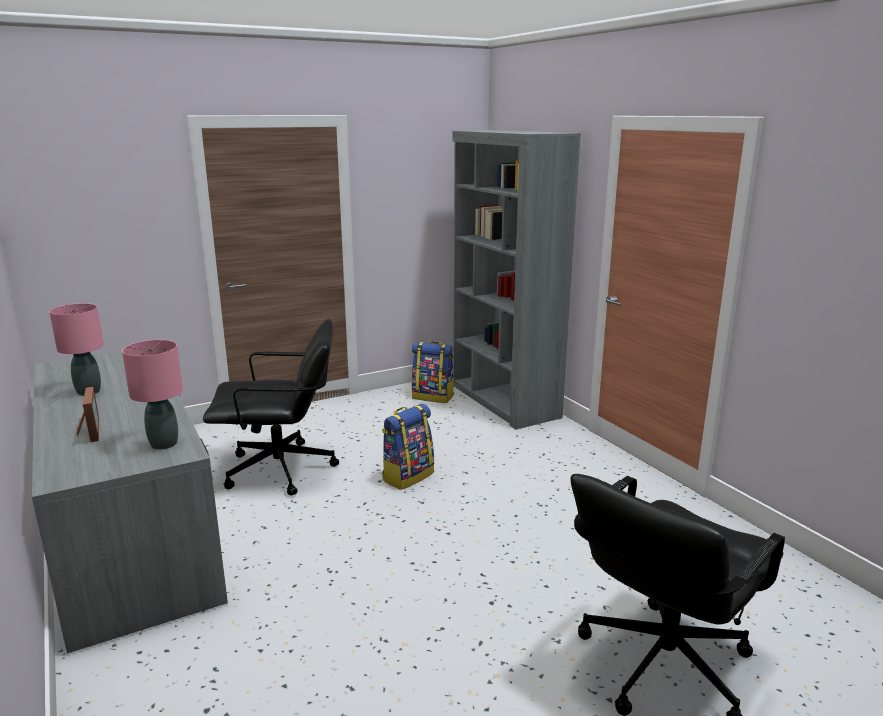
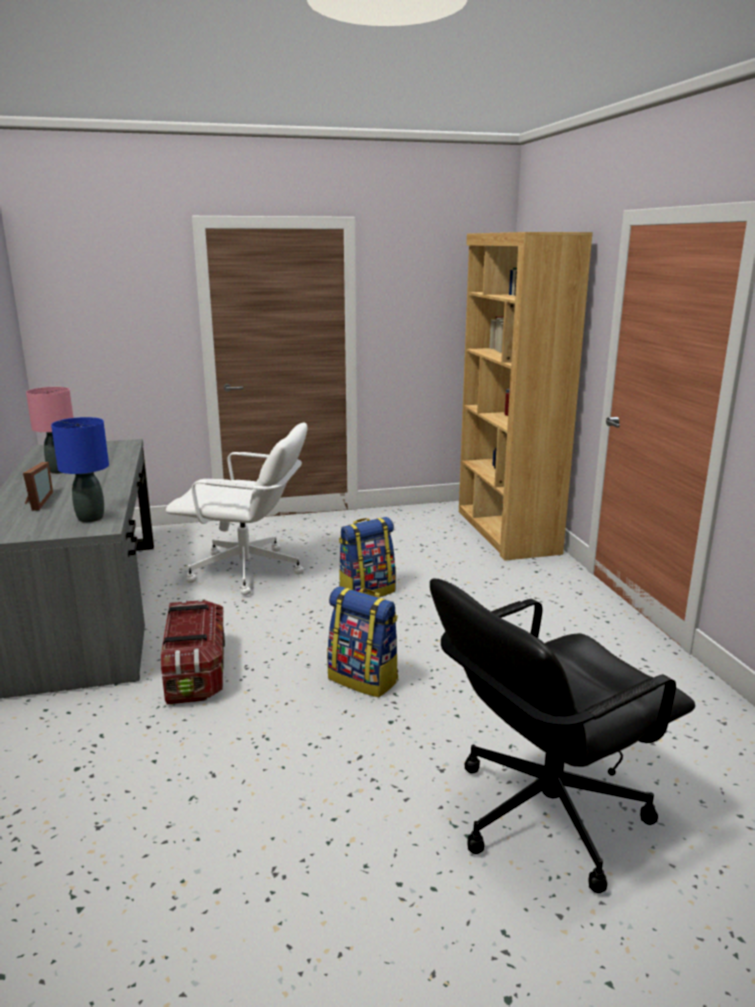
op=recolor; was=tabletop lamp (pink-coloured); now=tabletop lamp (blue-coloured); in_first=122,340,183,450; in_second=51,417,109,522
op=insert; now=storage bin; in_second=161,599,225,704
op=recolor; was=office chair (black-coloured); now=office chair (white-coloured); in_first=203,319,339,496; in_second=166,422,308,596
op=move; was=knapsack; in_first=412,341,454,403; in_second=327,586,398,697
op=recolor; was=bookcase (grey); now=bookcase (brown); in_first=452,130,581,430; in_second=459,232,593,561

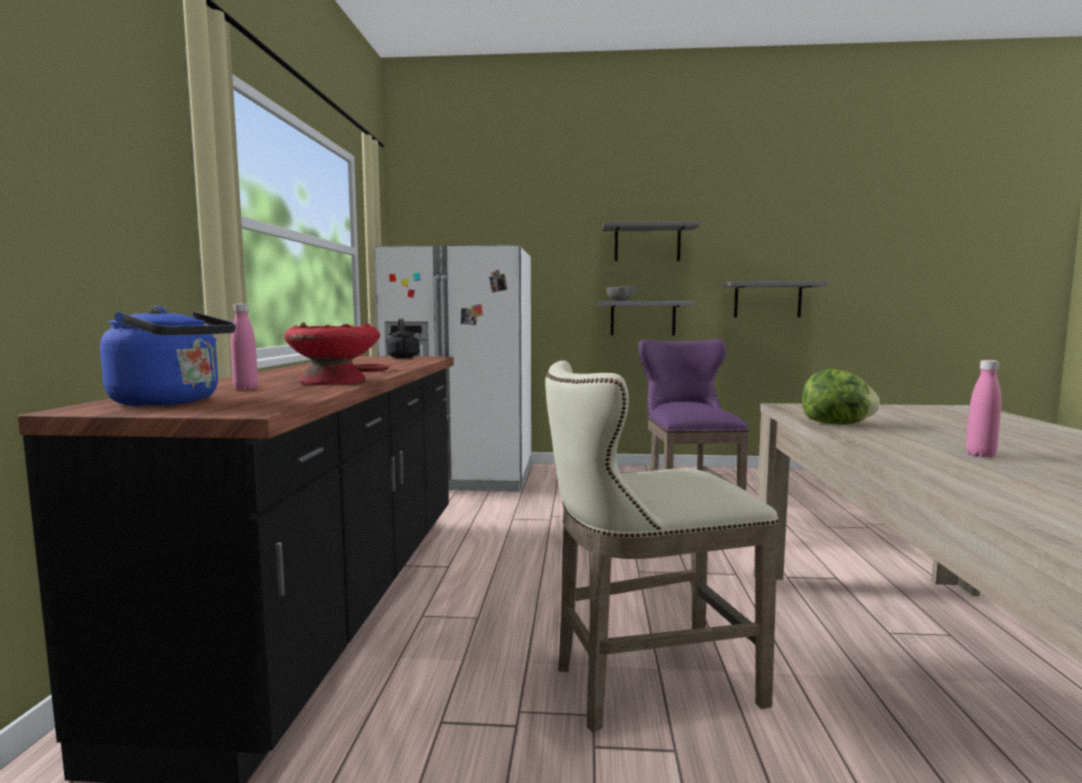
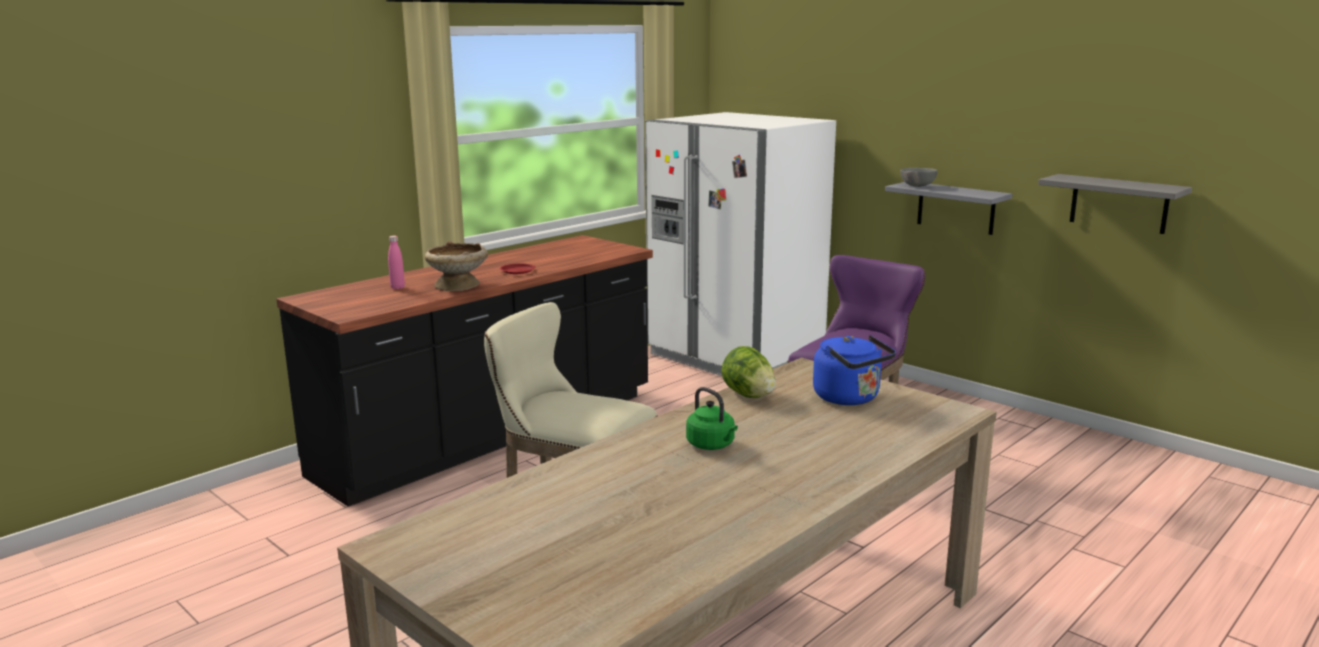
op=recolor; was=serving bowl (red-coloured); now=serving bowl (beige-coloured); in_first=284,322,380,385; in_second=425,241,488,291
op=replace; was=beverage bottle (pink-coloured); now=kettle (greenish); in_first=966,360,1002,457; in_second=686,387,738,450
op=move; was=kettle (blue-coloured); in_first=100,306,236,406; in_second=813,335,896,405
op=delete; was=kettle (black-coloured); in_first=387,318,419,358
op=delete; was=shelf (grey); in_first=602,221,700,261

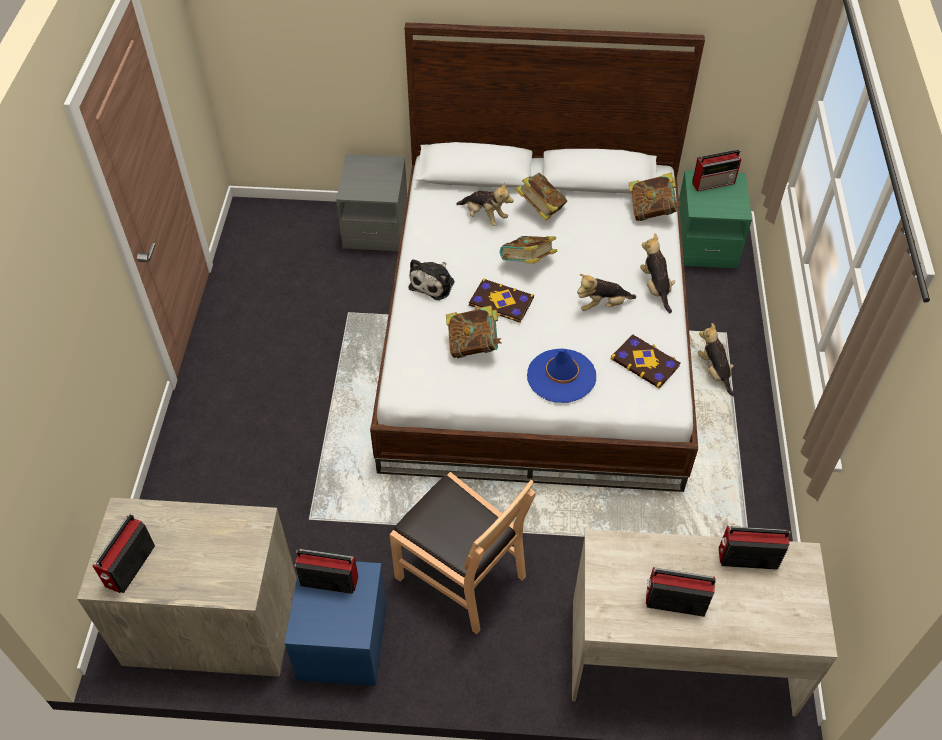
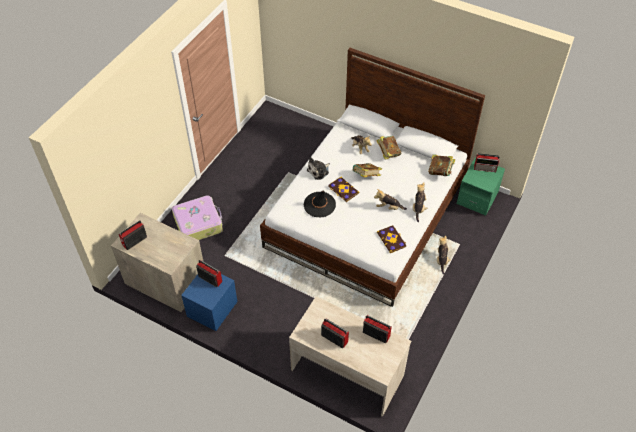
op=insert; now=travel case; in_second=172,195,223,240
op=replace; was=bound book; now=wearable hat (black-coloured); in_first=446,306,502,358; in_second=304,190,336,217
op=delete; was=nightstand (grey); in_first=336,154,407,251
op=delete; was=chair (brown); in_first=390,472,536,634
op=delete; was=wearable hat (blue-coloured); in_first=527,349,596,403

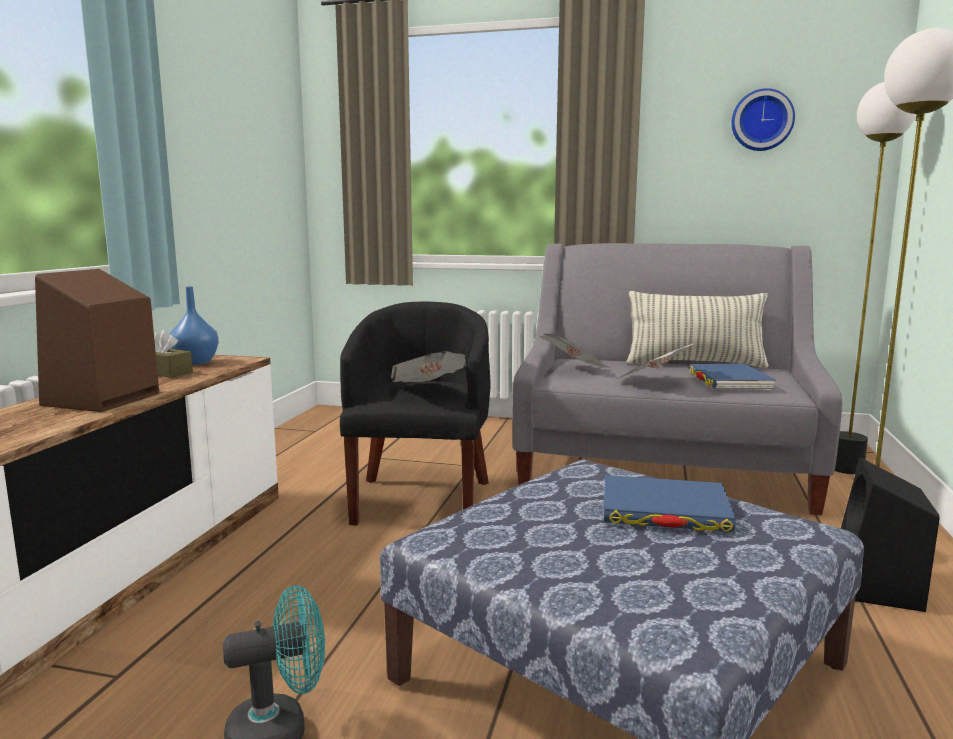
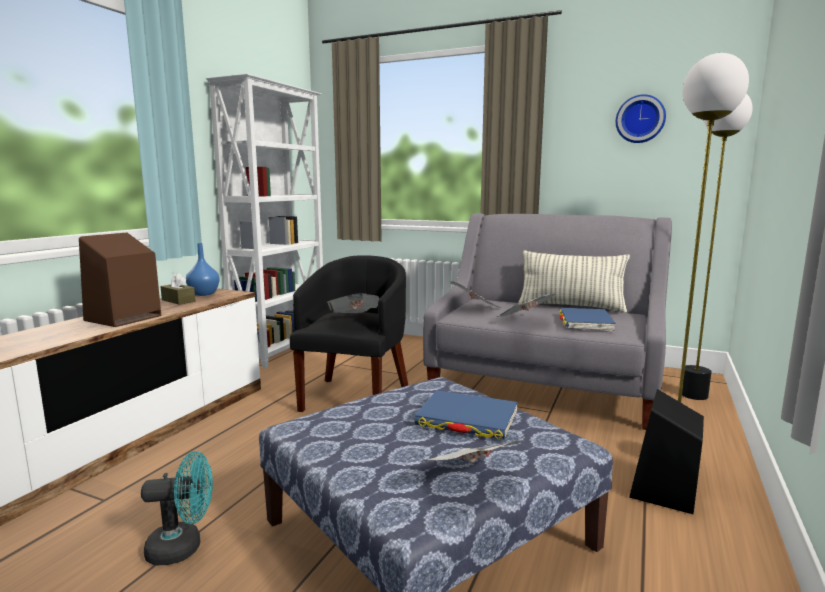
op=insert; now=bookcase (white-coloured); in_second=206,74,323,368
op=insert; now=printed paper; in_second=420,440,526,463

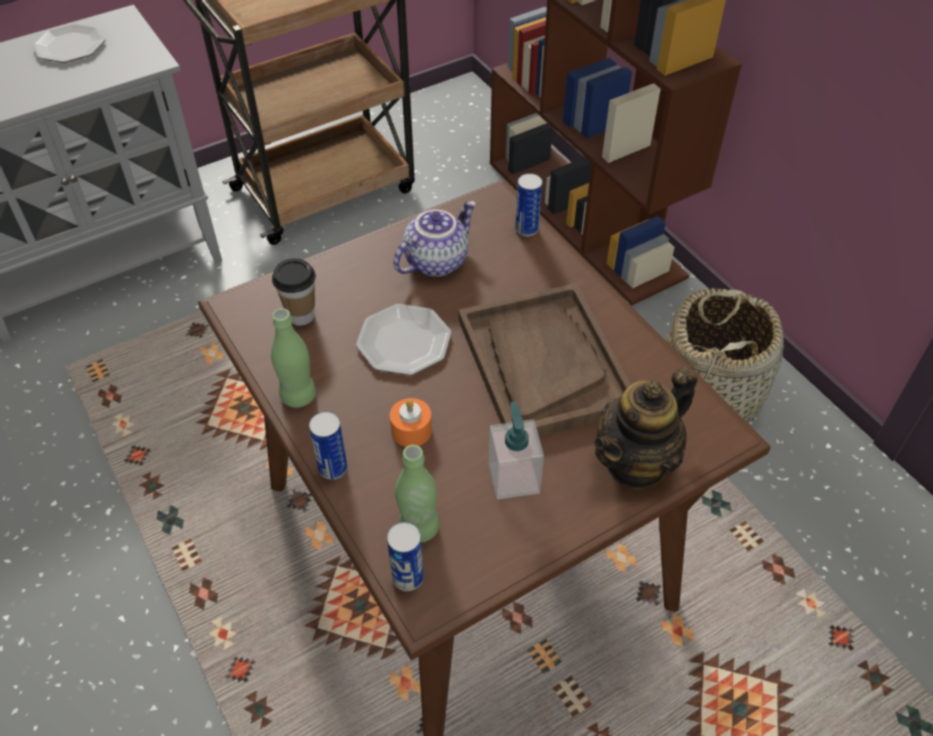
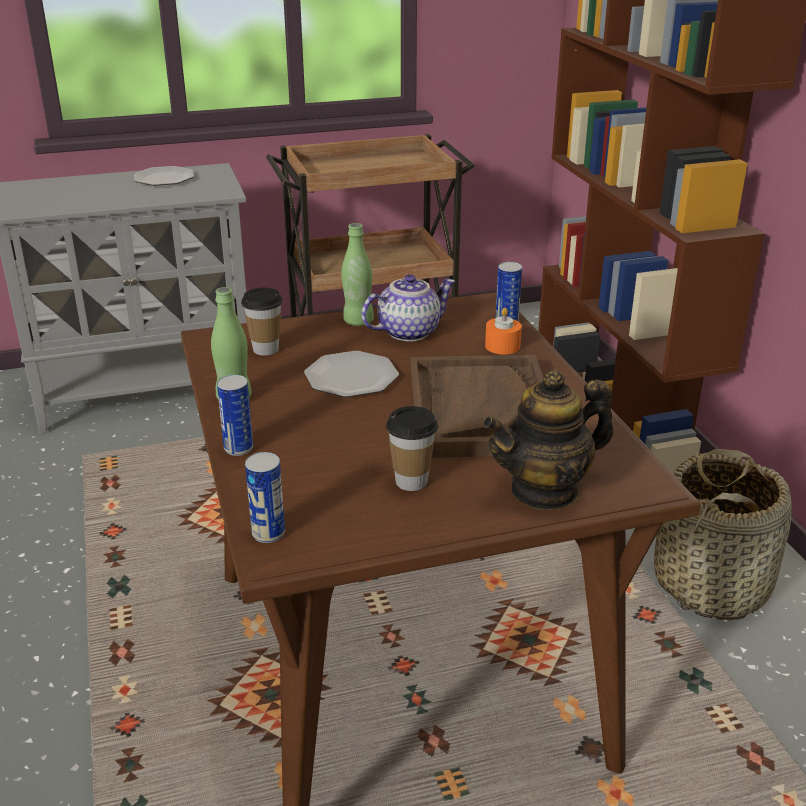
op=move; was=beverage bottle (greenish); in_first=395,445,439,543; in_second=341,223,374,326
op=replace; was=soap bottle; now=cup; in_first=489,402,544,499; in_second=386,406,438,491
op=move; was=wax light (orangey); in_first=390,398,432,447; in_second=485,308,522,354

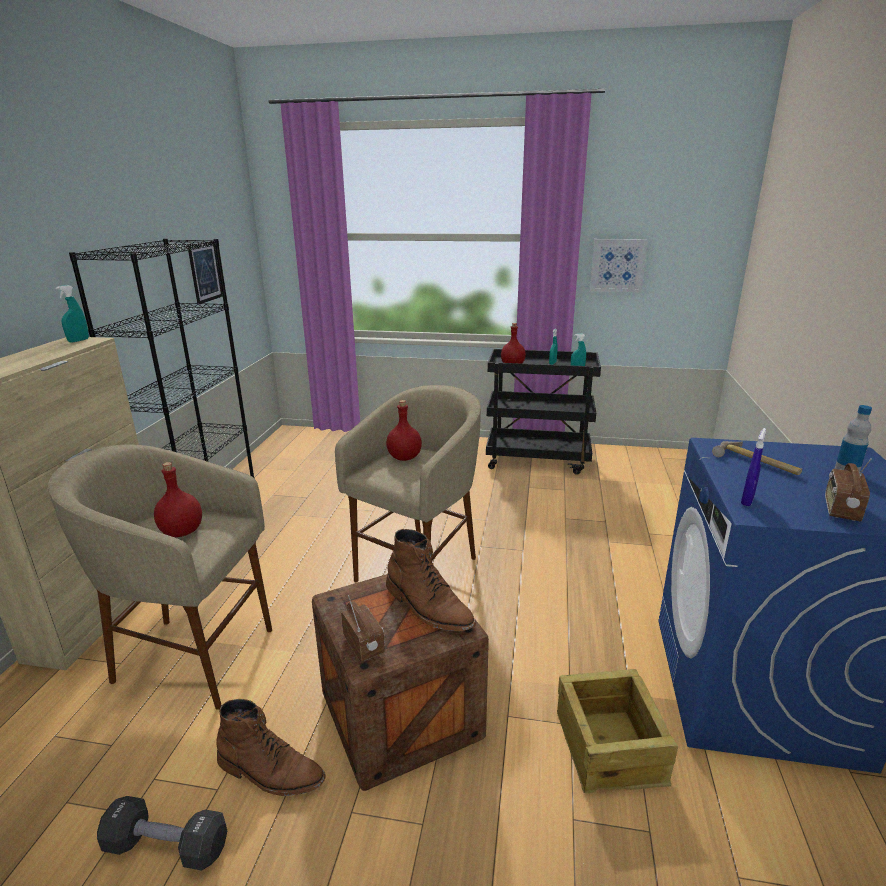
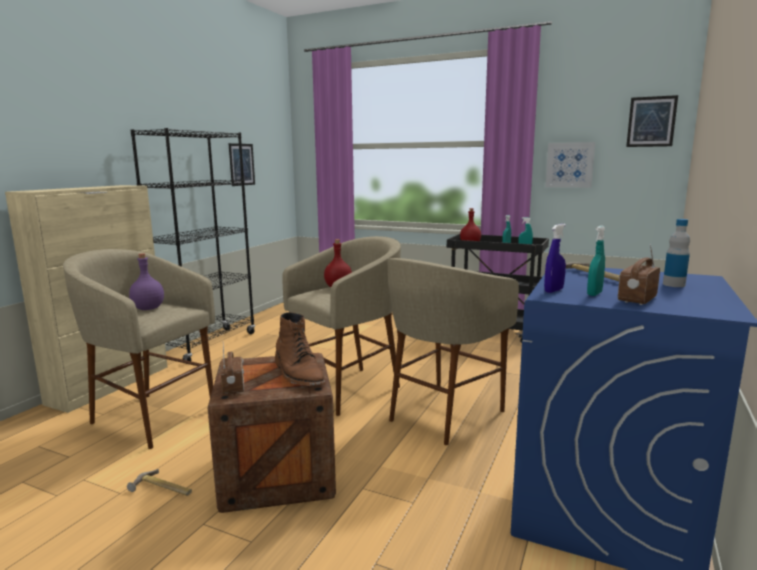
op=replace; was=high-top boot (brown); now=hand hammer; in_first=216,699,326,796; in_second=127,469,192,496
op=recolor; was=beverage bottle (red-coloured); now=beverage bottle (purple); in_first=154,462,202,537; in_second=129,253,164,310
op=insert; now=stool (beige-coloured); in_second=387,258,519,445
op=move; was=spray bottle (blue-green); in_first=55,285,89,343; in_second=587,226,605,296
op=insert; now=wall art; in_second=626,95,678,147
op=delete; was=free weight (black-coloured); in_first=97,796,227,871
op=delete; was=shipping crate; in_first=557,669,678,793

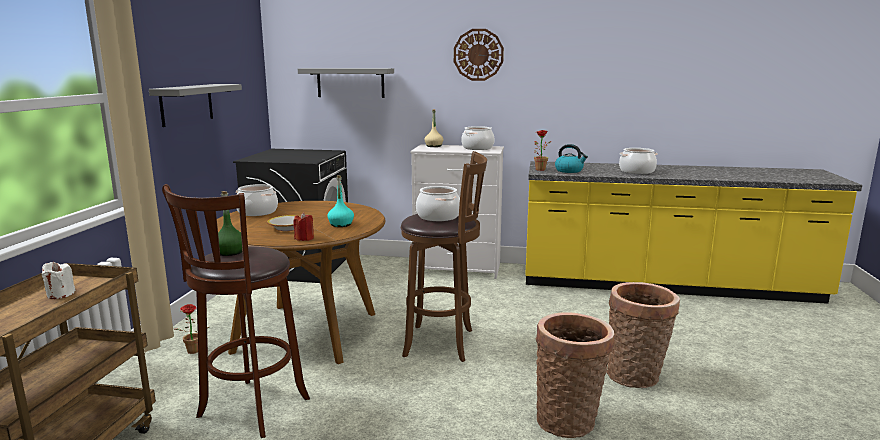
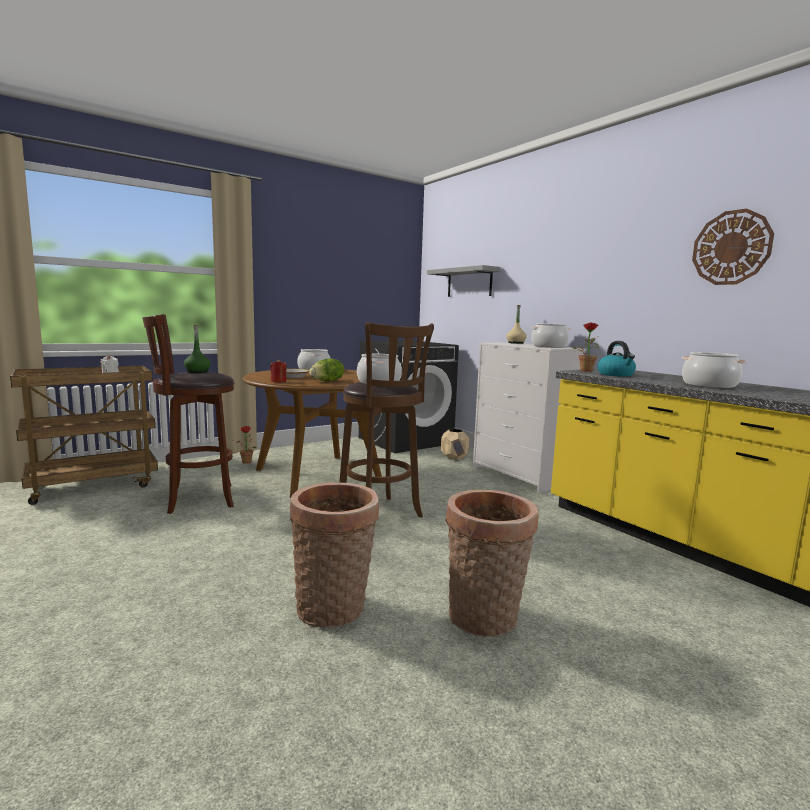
op=replace; was=beverage bottle (blue-green); now=head of lettuce; in_first=327,175,354,227; in_second=309,359,344,381
op=insert; now=planter (beige-coloured); in_second=441,429,469,460
op=move; was=wall clock; in_first=454,29,504,81; in_second=692,209,774,285
op=delete; was=shelf (grey); in_first=149,84,242,127

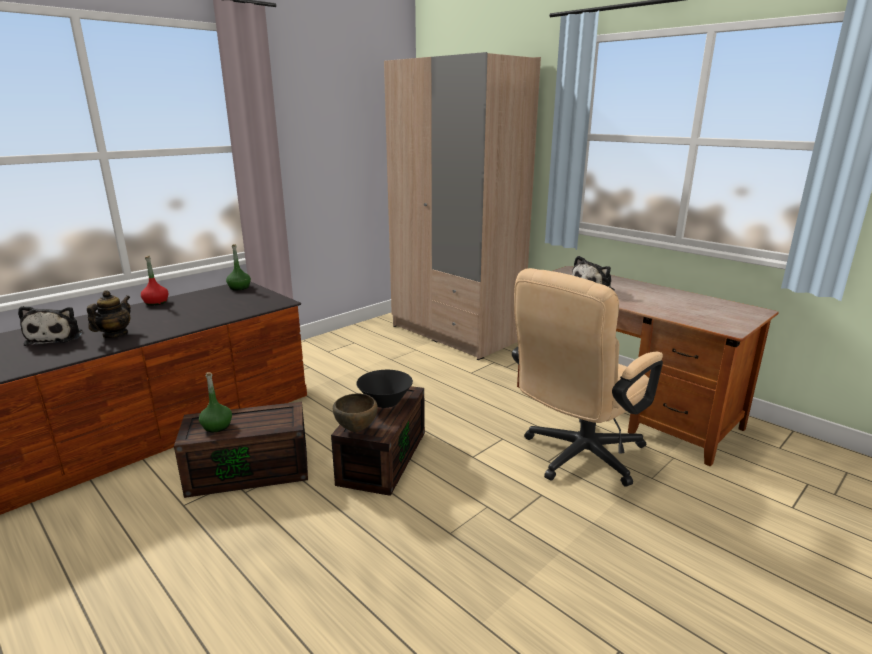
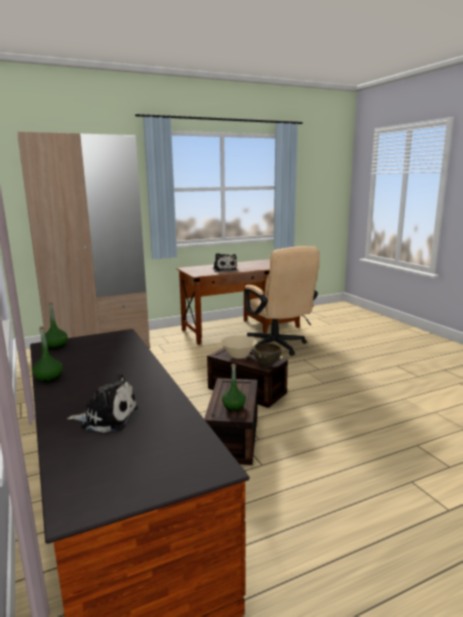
op=recolor; was=beverage bottle (red-coloured); now=beverage bottle (greenish); in_first=141,255,169,306; in_second=32,326,63,382
op=recolor; was=serving bowl (black-coloured); now=serving bowl (beige-coloured); in_first=356,370,413,408; in_second=221,335,257,358
op=delete; was=pot for tea; in_first=87,290,131,339

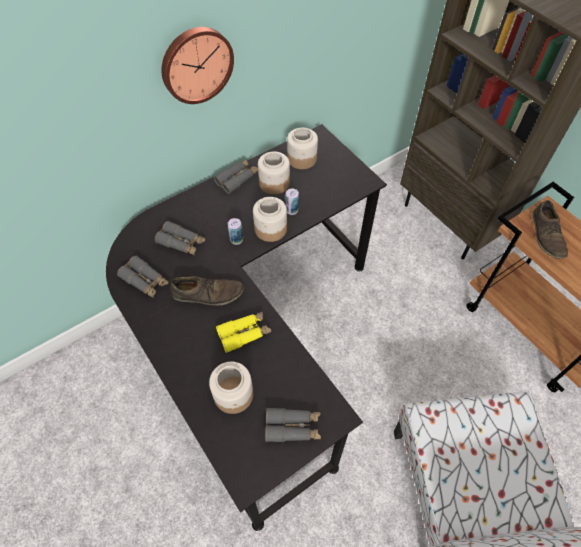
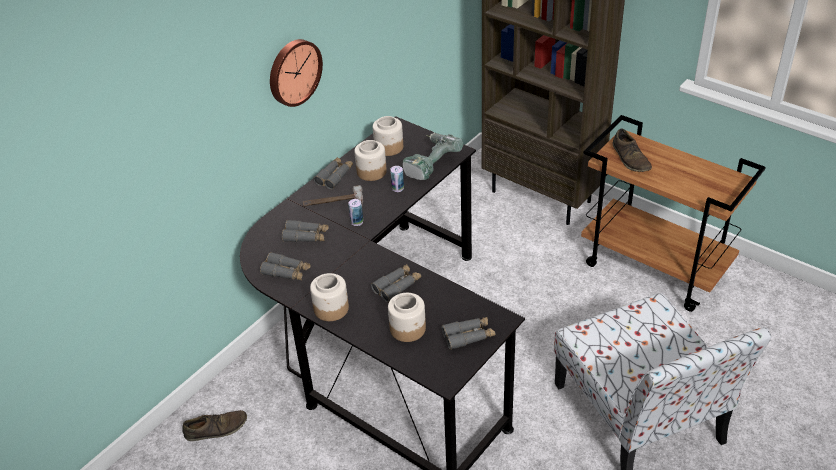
op=move; was=low shoe (brown); in_first=170,276,244,305; in_second=183,410,247,441
op=insert; now=hand hammer; in_second=303,185,363,207
op=move; was=storage jar; in_first=253,197,287,242; in_second=310,273,349,321
op=recolor; was=binoculars (yellow); now=binoculars (grey); in_first=216,312,271,353; in_second=371,264,421,302
op=insert; now=power drill; in_second=403,133,463,180

